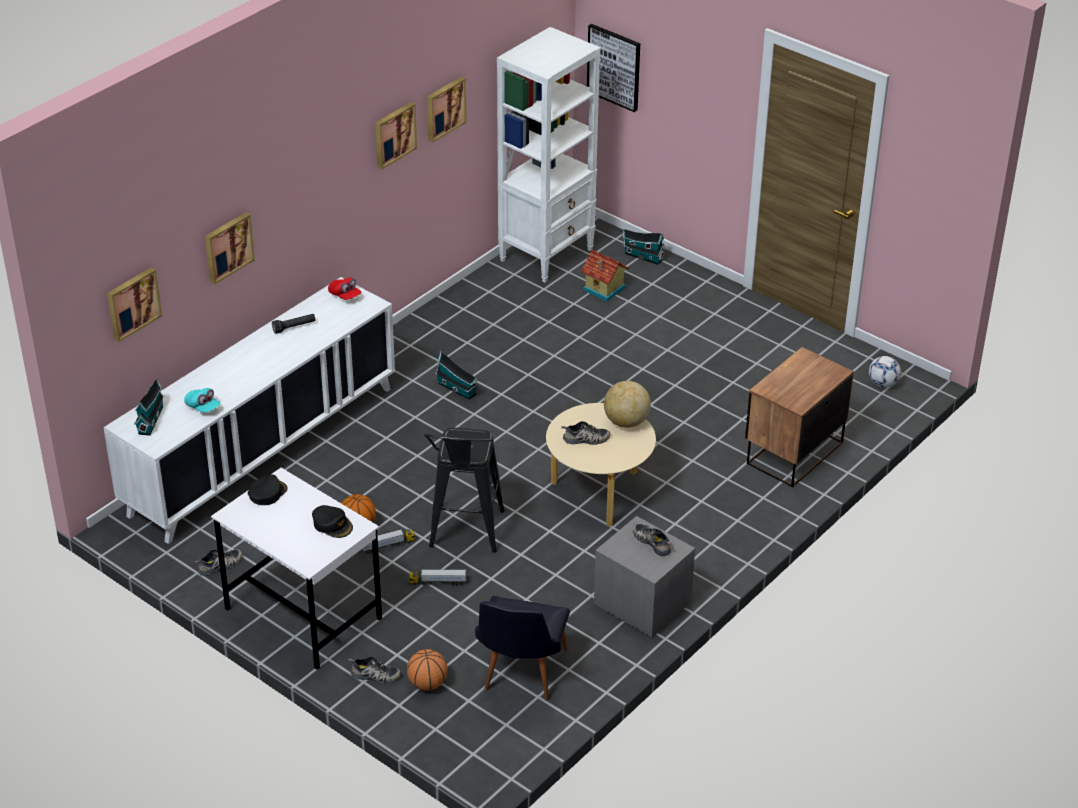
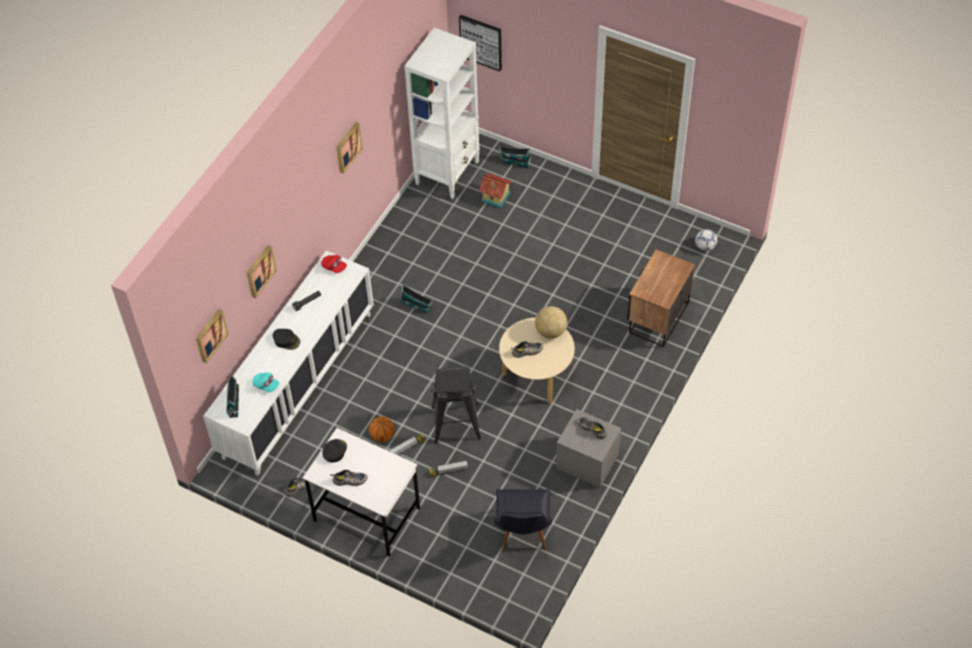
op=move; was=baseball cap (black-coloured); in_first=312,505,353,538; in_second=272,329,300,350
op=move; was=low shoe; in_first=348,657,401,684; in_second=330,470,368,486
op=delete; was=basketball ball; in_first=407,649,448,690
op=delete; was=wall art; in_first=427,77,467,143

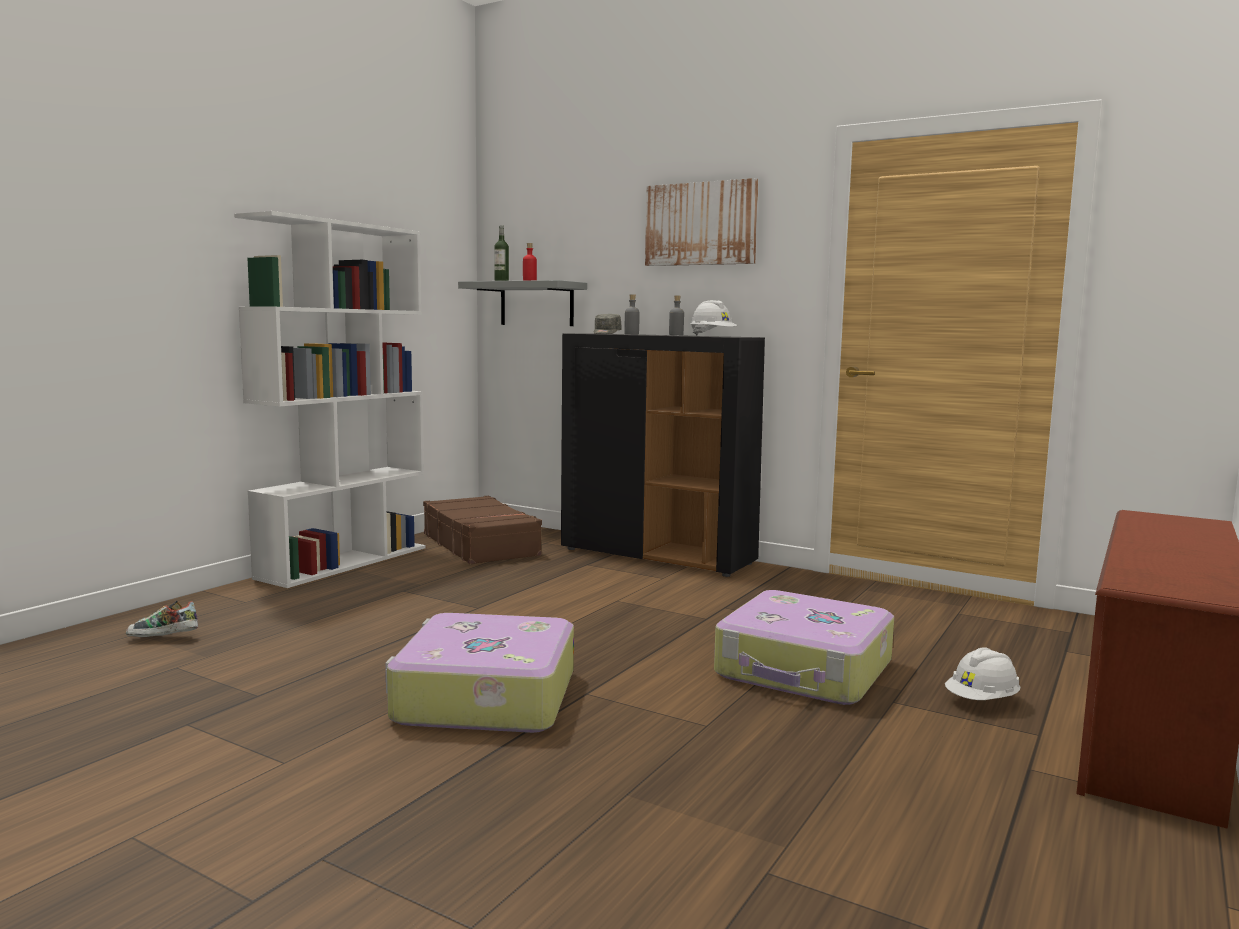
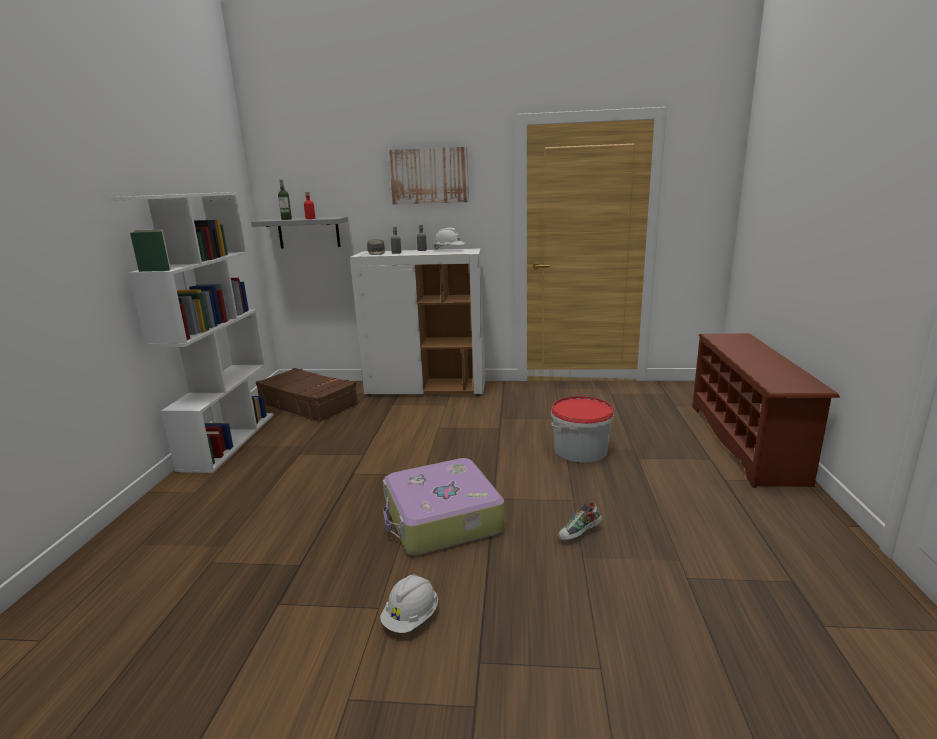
op=recolor; was=cabinet (black-coloured); now=cabinet (white-coloured); in_first=561,334,765,577; in_second=350,249,486,396
op=move; was=work helmet (white-coloured); in_first=945,647,1020,700; in_second=380,575,438,633
op=replace; was=travel case; now=water bucket; in_first=714,590,894,705; in_second=551,396,614,463
op=move; was=low shoe; in_first=126,600,198,637; in_second=558,501,603,541

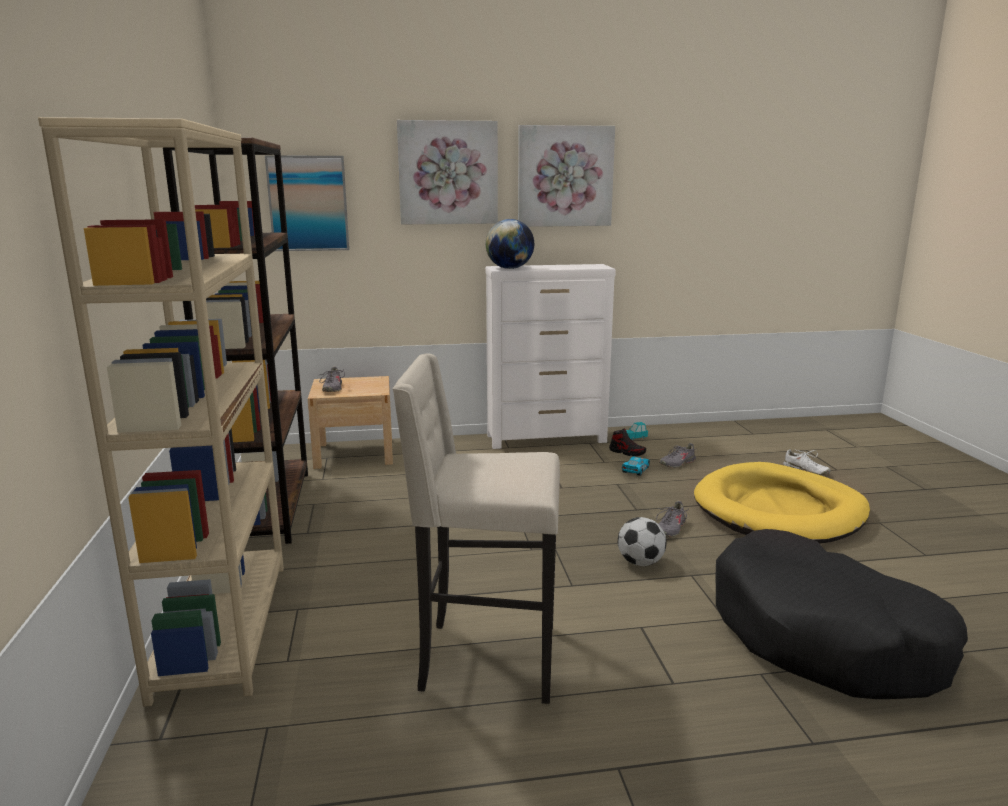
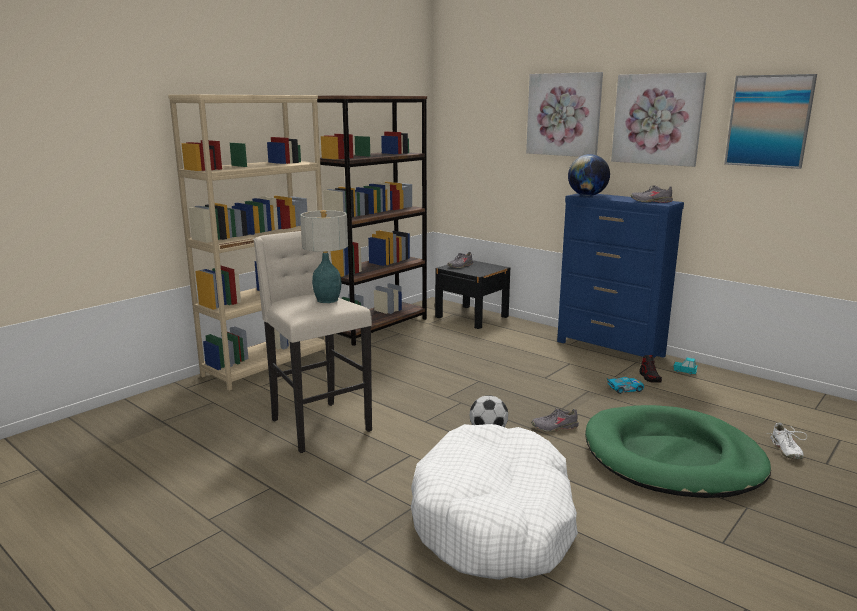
op=insert; now=tabletop lamp; in_second=300,210,348,303
op=recolor; was=dog cushion (black-coloured); now=dog cushion (white-coloured); in_first=716,529,968,699; in_second=411,424,578,580
op=recolor; was=nightstand (beige-coloured); now=nightstand (black-coloured); in_first=308,376,393,469; in_second=435,260,510,329
op=recolor; was=chest of drawers (white-coloured); now=chest of drawers (blue-coloured); in_first=485,264,616,449; in_second=557,193,684,358
op=recolor; was=dog cushion (yellow); now=dog cushion (greenish); in_first=694,462,870,544; in_second=585,405,771,498
op=move; was=low shoe (grey); in_first=659,443,696,468; in_second=631,186,673,203
op=move; was=wall art; in_first=265,155,349,251; in_second=724,74,817,169

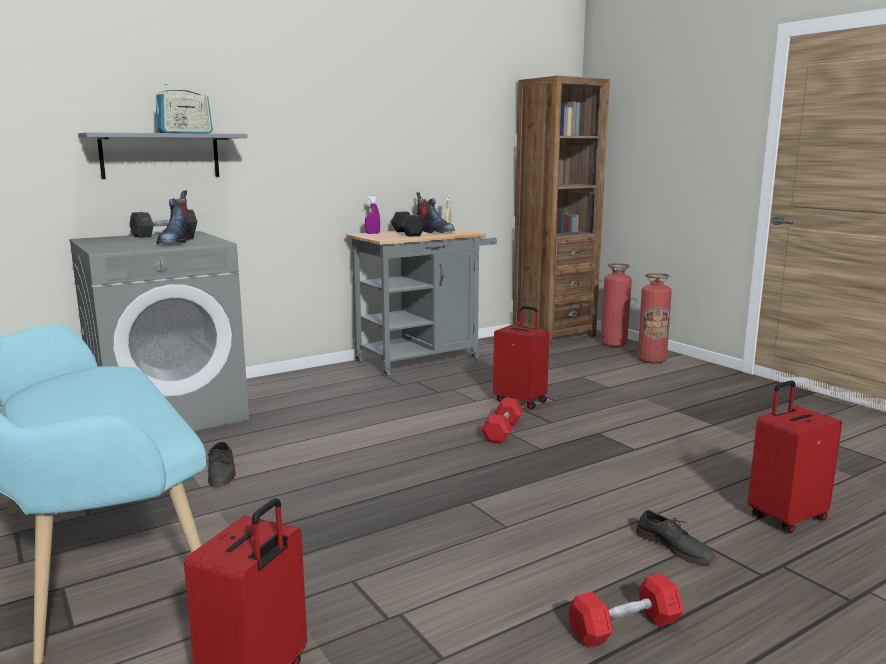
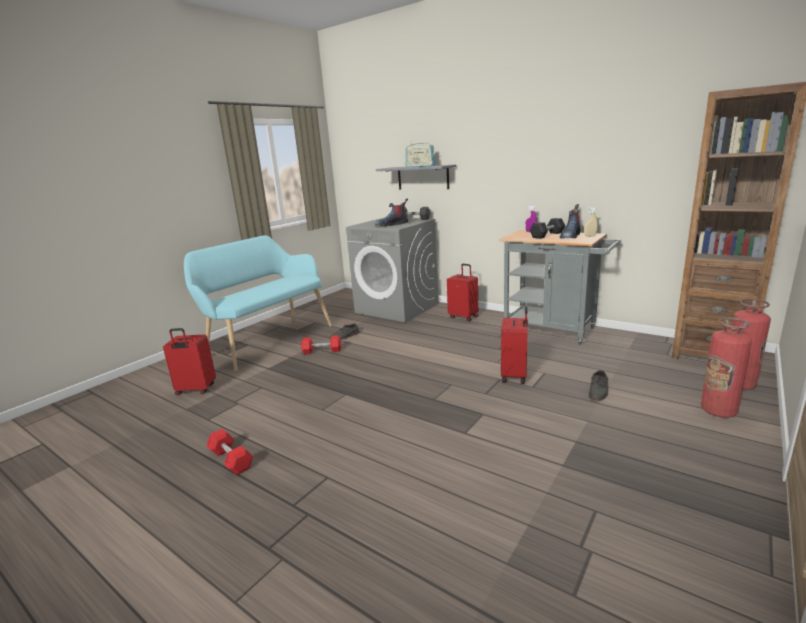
op=move; was=free weight (red-coloured); in_first=481,398,524,444; in_second=301,335,341,354
op=move; was=travel case (red-coloured); in_first=748,381,842,533; in_second=447,264,478,322
op=move; was=low shoe (grey); in_first=636,510,716,565; in_second=589,370,608,401

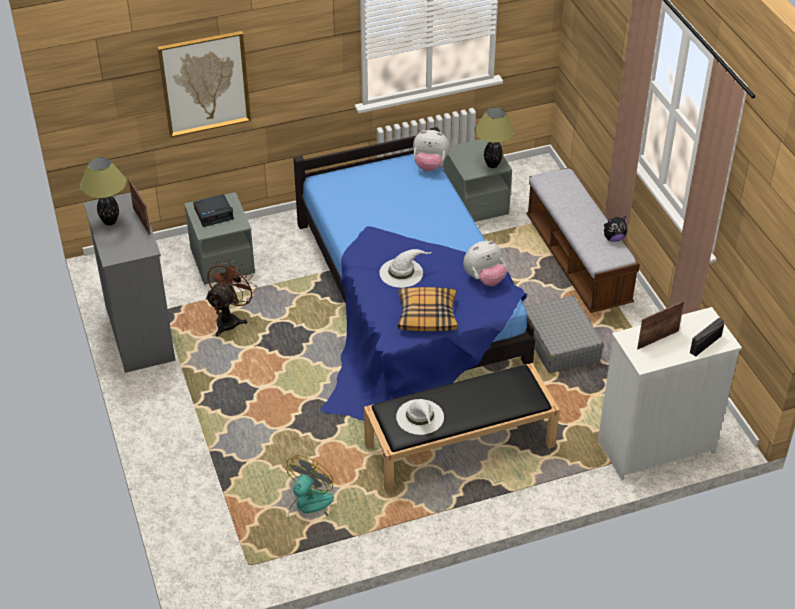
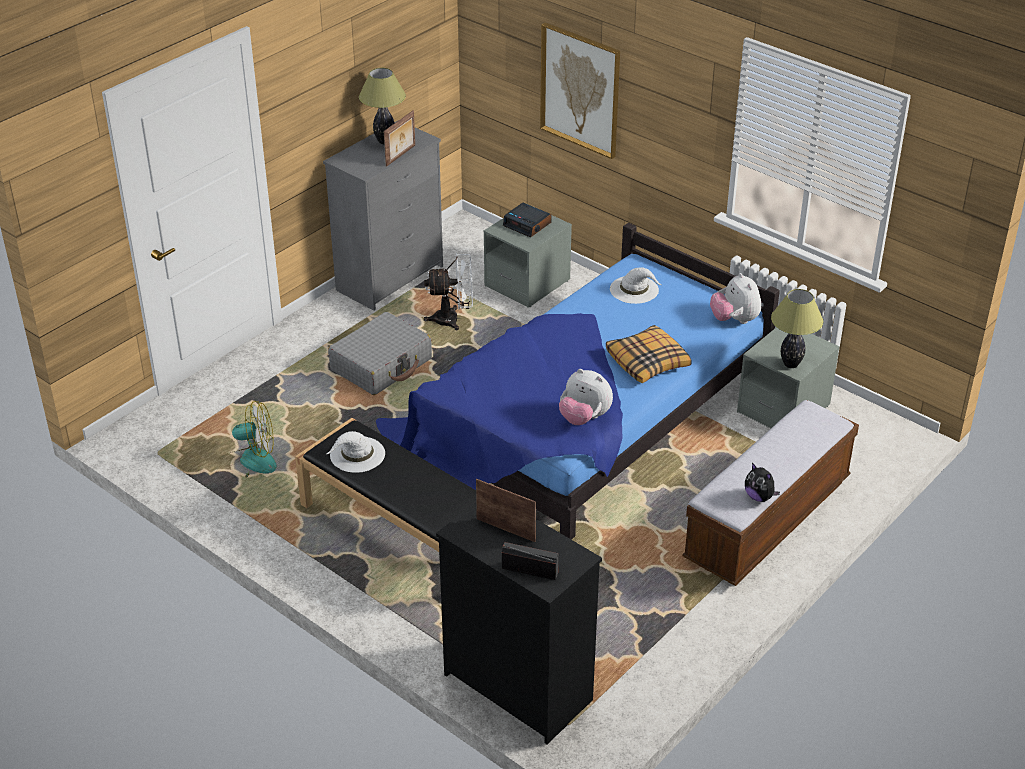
op=move; was=travel case (grey); in_first=525,295,604,373; in_second=328,312,432,395
op=recolor; was=fan (brown); now=fan (white-coloured); in_first=206,259,257,336; in_second=424,253,473,330
op=recolor; was=chest of drawers (white-coloured); now=chest of drawers (black-coloured); in_first=598,307,742,480; in_second=436,502,602,744
op=move; was=throw pillow; in_first=398,287,457,331; in_second=606,325,692,383
op=move; was=wearable hat (white-coloured); in_first=379,249,432,288; in_second=610,267,662,304

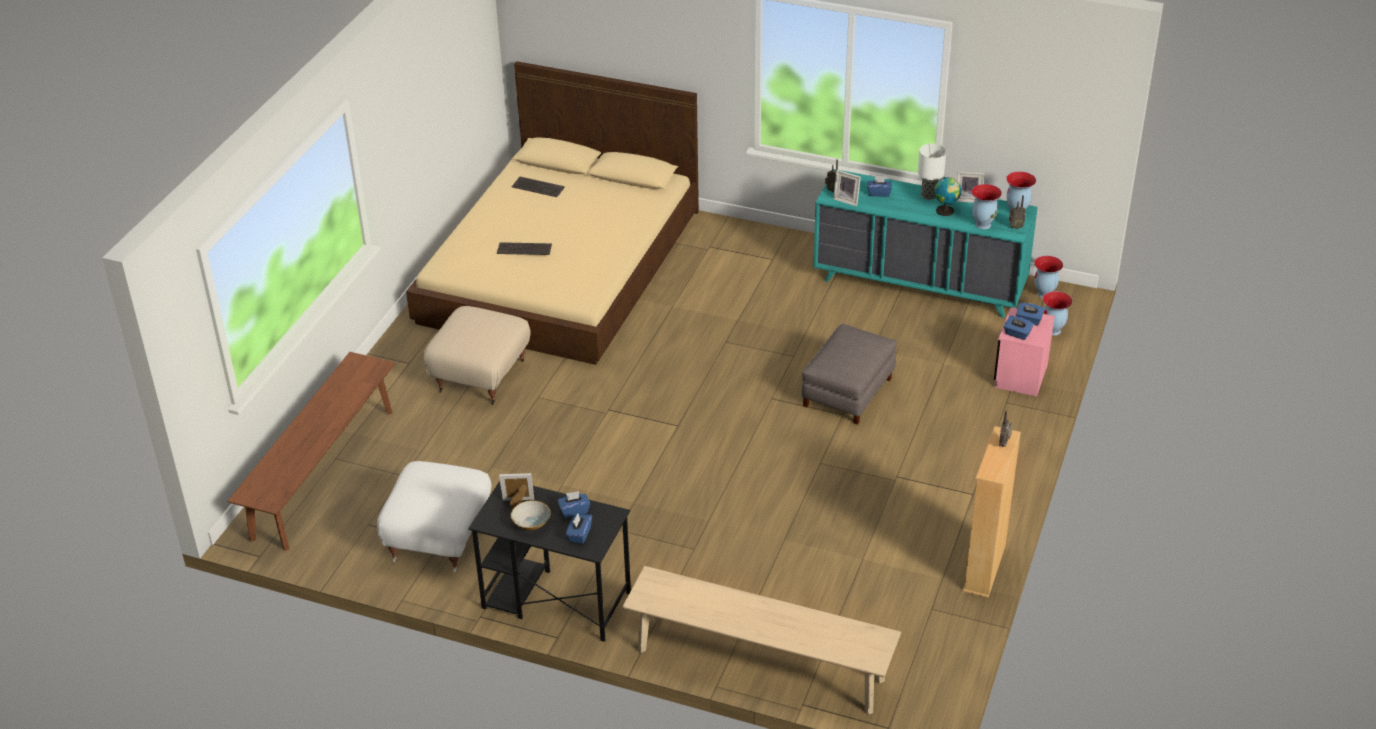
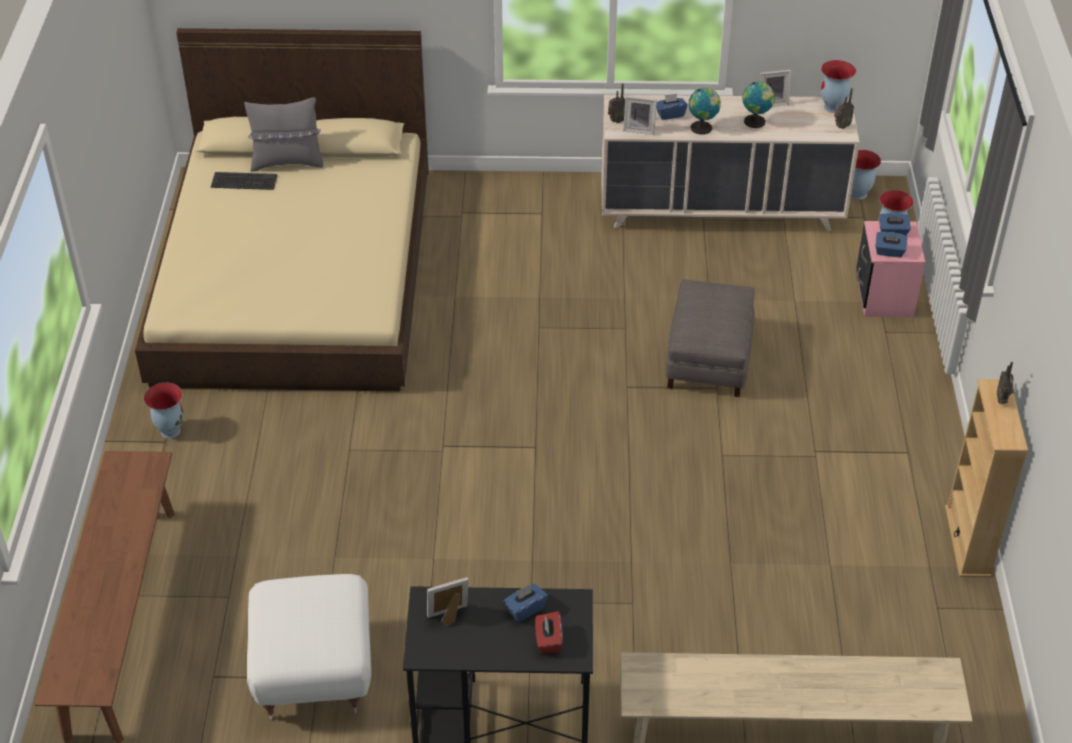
op=move; was=vase; in_first=972,184,1002,229; in_second=144,383,184,439
op=insert; now=throw pillow (grey); in_second=244,97,323,172
op=recolor; was=box of tissues (blue-coloured); now=box of tissues (red-coloured); in_first=566,513,592,544; in_second=535,611,563,653
op=recolor; was=chest of drawers (blue-green); now=chest of drawers (beige-coloured); in_first=813,169,1038,318; in_second=601,94,860,231
op=insert; now=world globe; in_second=689,88,721,134
op=delete; was=pouffe (beige-coloured); in_first=423,306,531,405
op=delete; was=PC keyboard; in_first=497,242,552,255
op=delete; was=serving bowl; in_first=511,500,550,530
op=delete; was=tabletop lamp; in_first=918,144,946,200

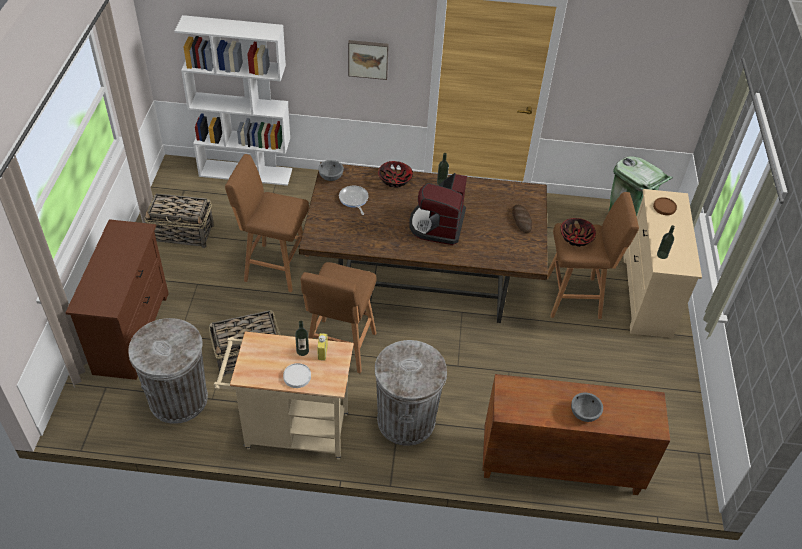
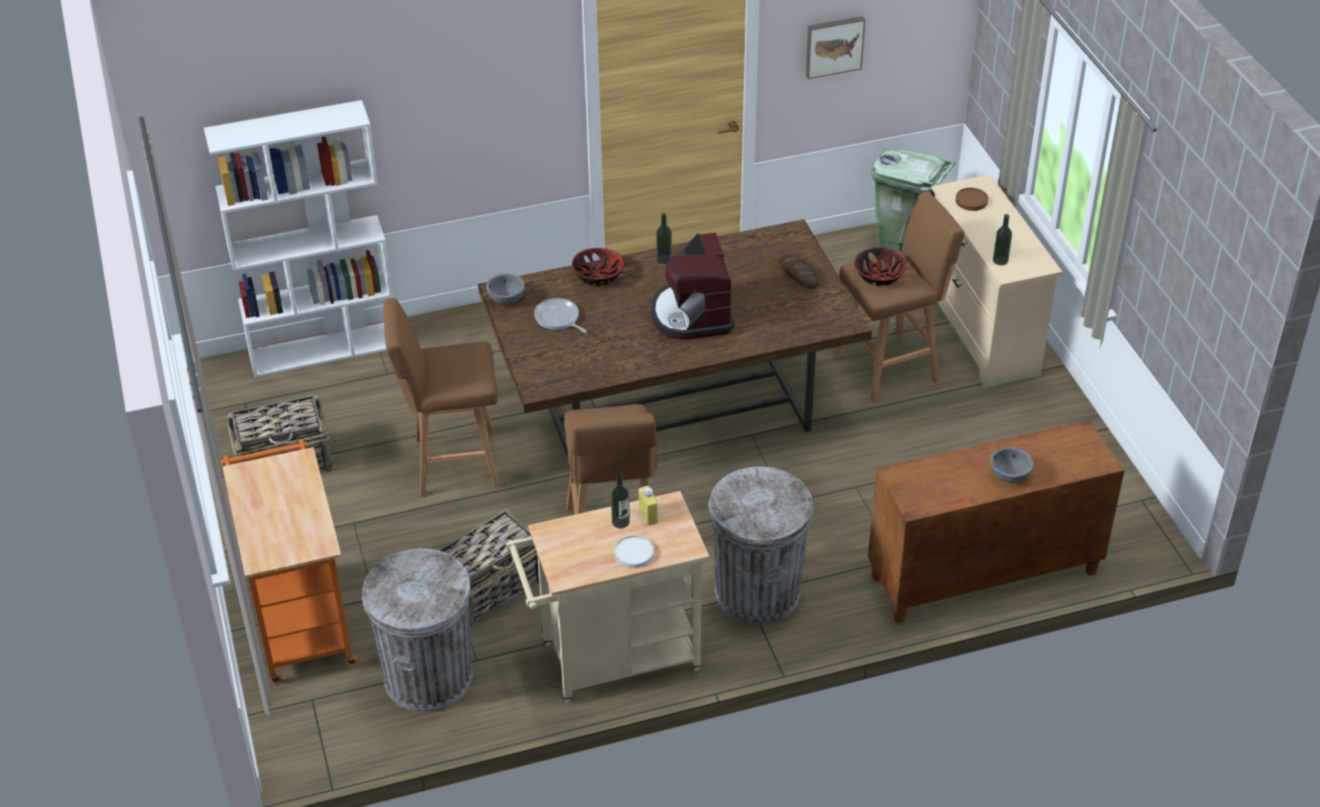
op=replace; was=chest of drawers (brown); now=wheeled cart (orangey); in_first=65,219,169,380; in_second=221,440,358,684
op=move; was=wall art; in_first=348,40,389,80; in_second=806,16,865,79

